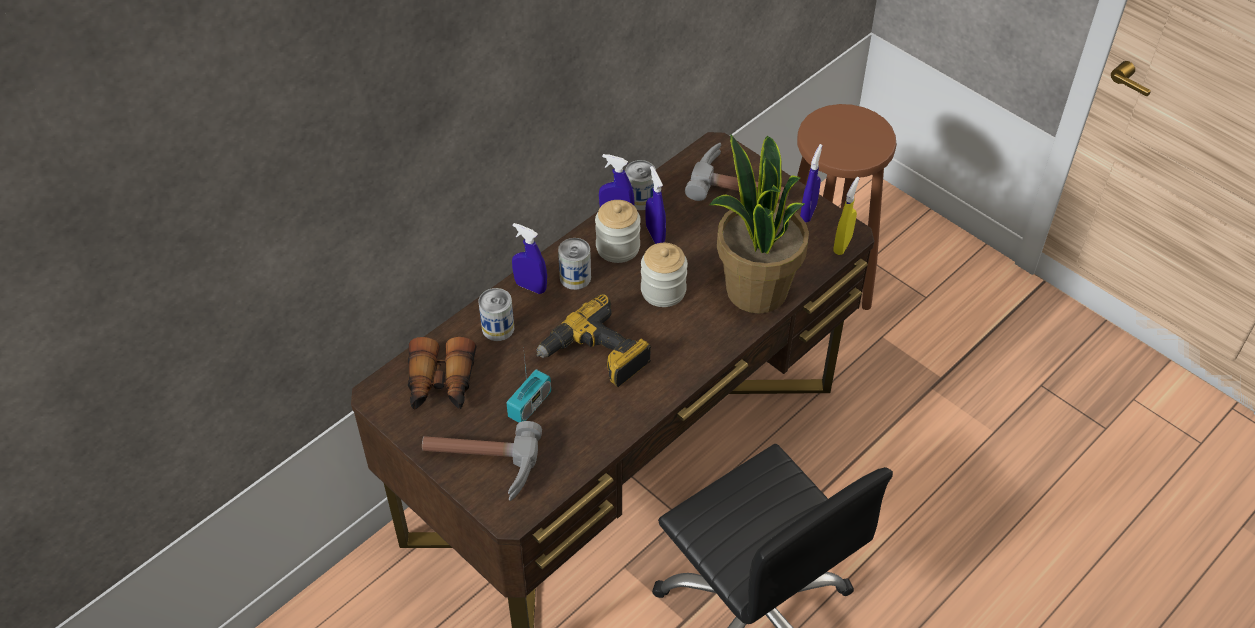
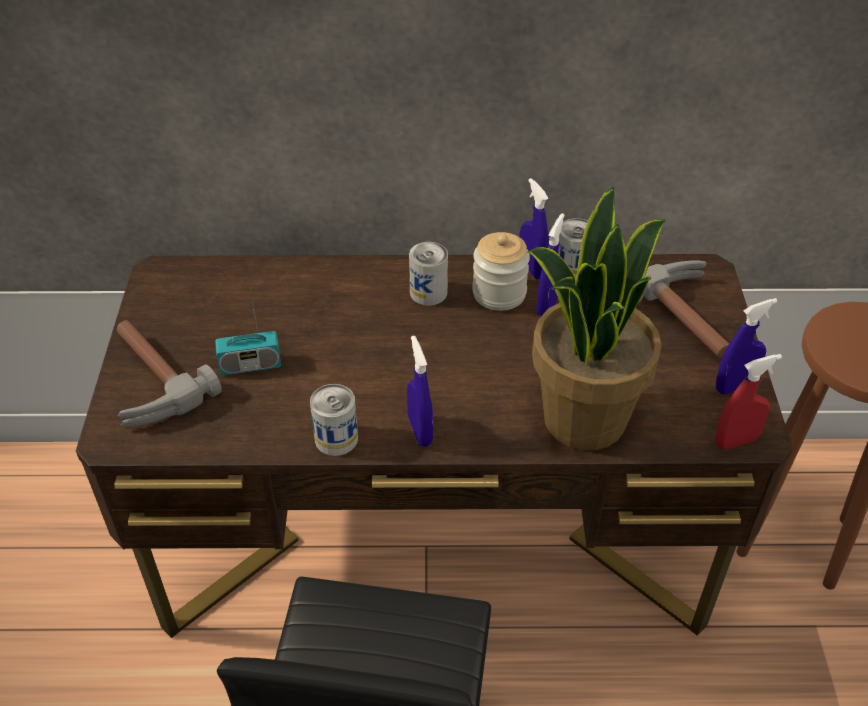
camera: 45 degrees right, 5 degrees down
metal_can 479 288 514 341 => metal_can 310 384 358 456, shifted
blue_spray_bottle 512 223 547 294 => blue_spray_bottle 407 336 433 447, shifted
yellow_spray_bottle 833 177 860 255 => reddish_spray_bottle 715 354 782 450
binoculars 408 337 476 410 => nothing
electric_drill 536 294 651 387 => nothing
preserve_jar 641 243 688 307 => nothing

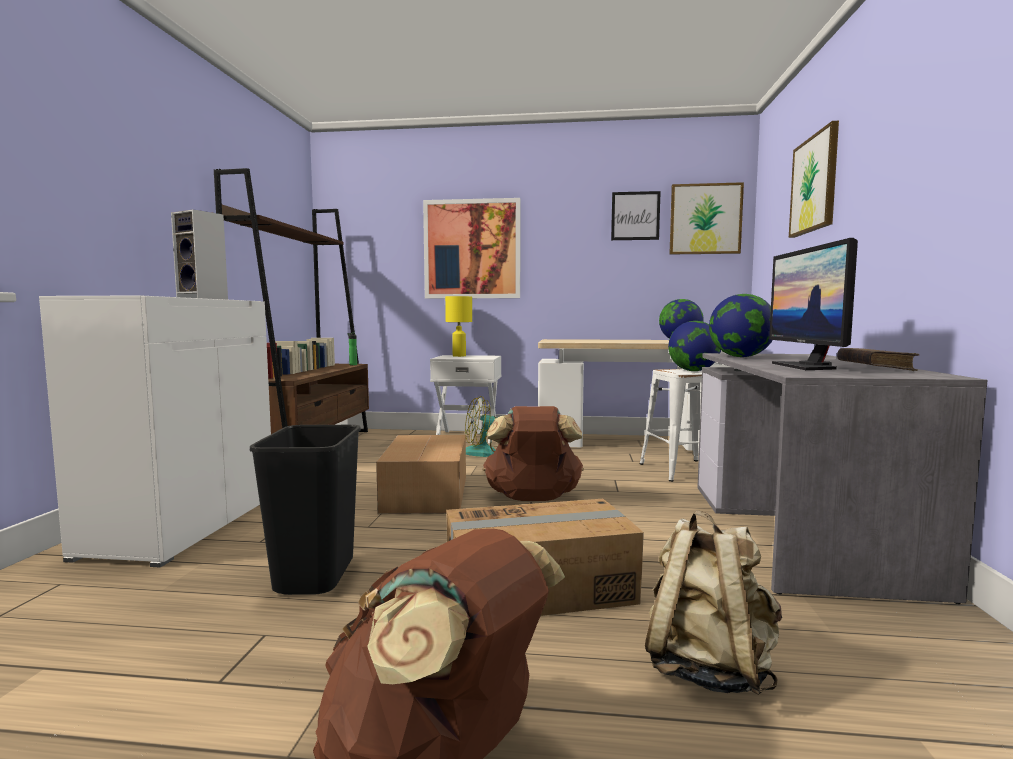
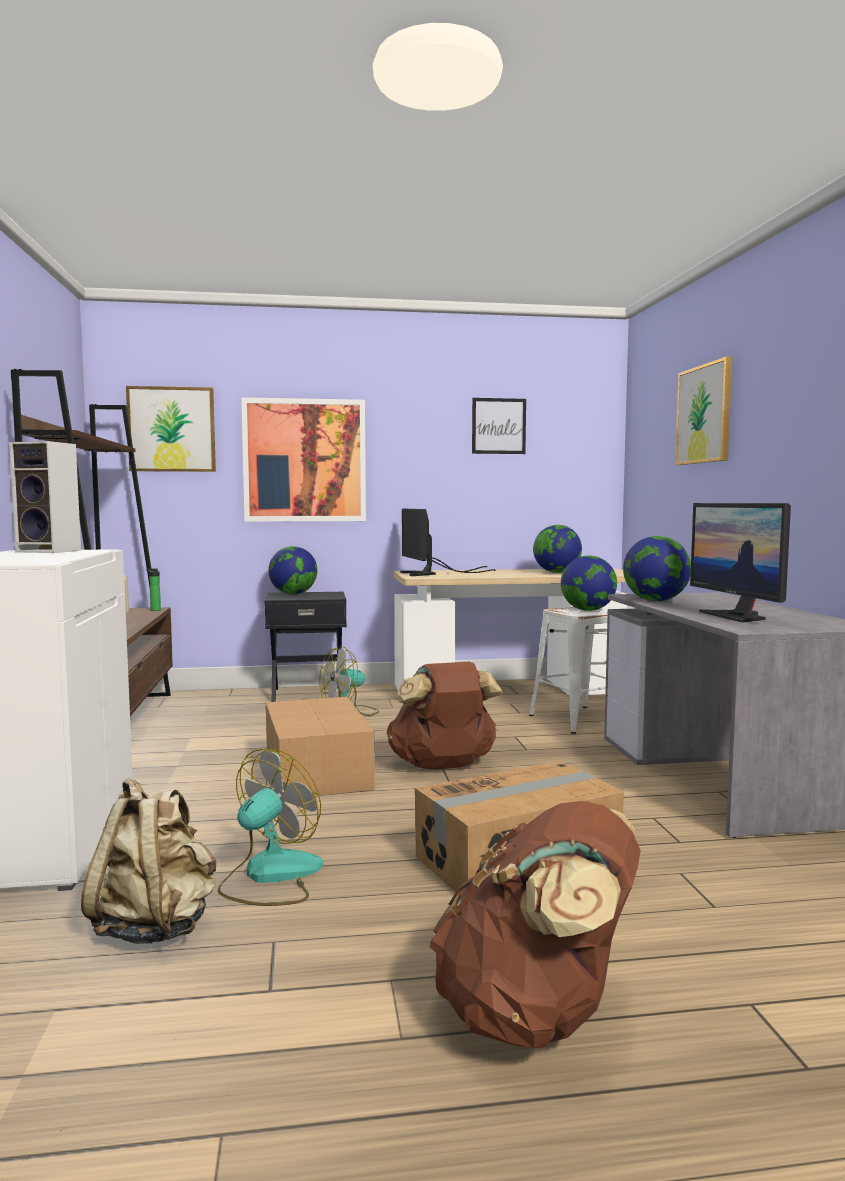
camera: 15 degrees left, 0 degrees up
beige_backpack 645 510 782 695 => beige_backpack 81 778 216 944, shifted
wall_art 670 182 744 255 => wall_art 126 386 216 472, shifted
black_trash_can 250 425 361 595 => electric_fan 218 749 323 906
white-coloured_night_table 430 355 501 443 => black_night_table 265 592 347 702
yellow_table_lamp 445 296 472 357 => globe 268 546 317 595
nothing => monitor 400 509 495 576
brown-coloured_volume 837 348 919 371 => nothing

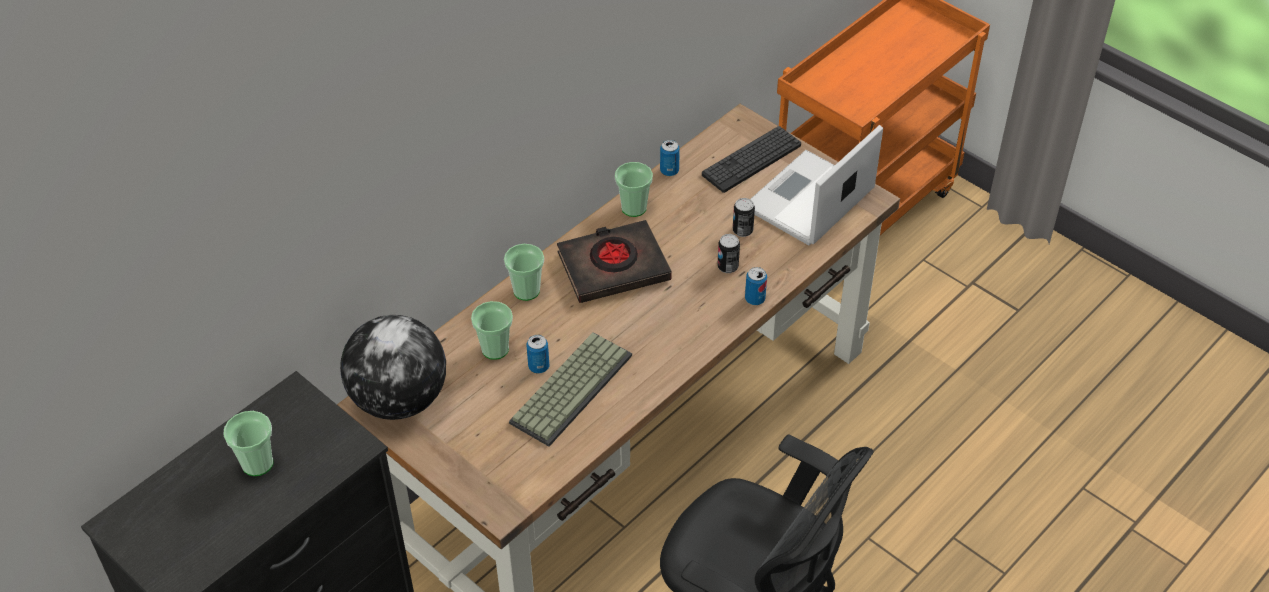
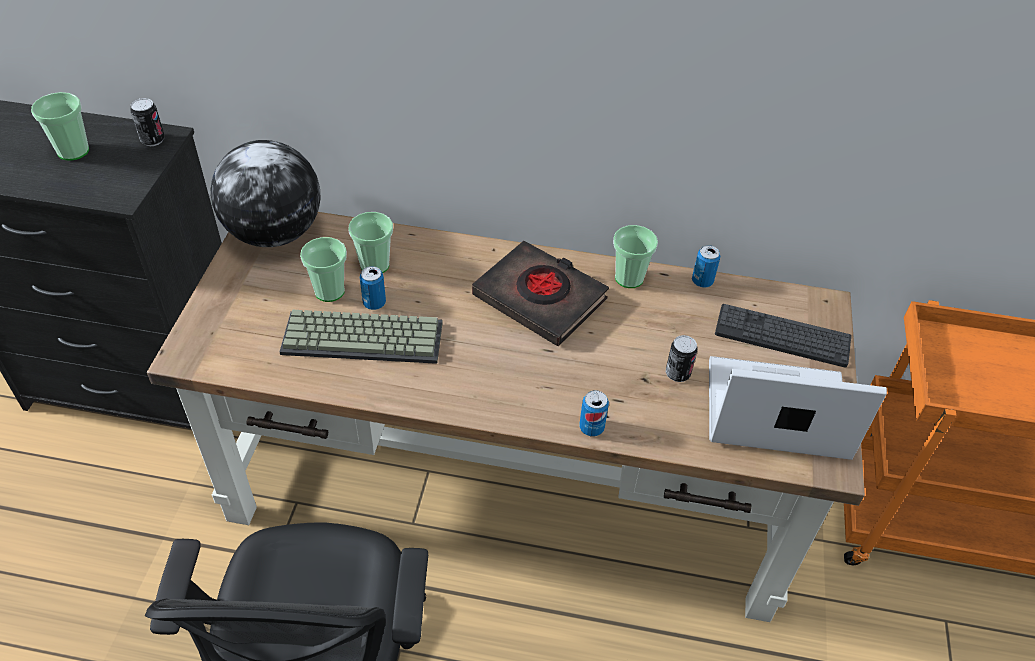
camera: 55 degrees right, 0 degrees up
metal_can 718 234 740 273 => metal_can 130 98 165 146, shifted
cup 504 244 544 301 => cup 300 237 347 302, shifted

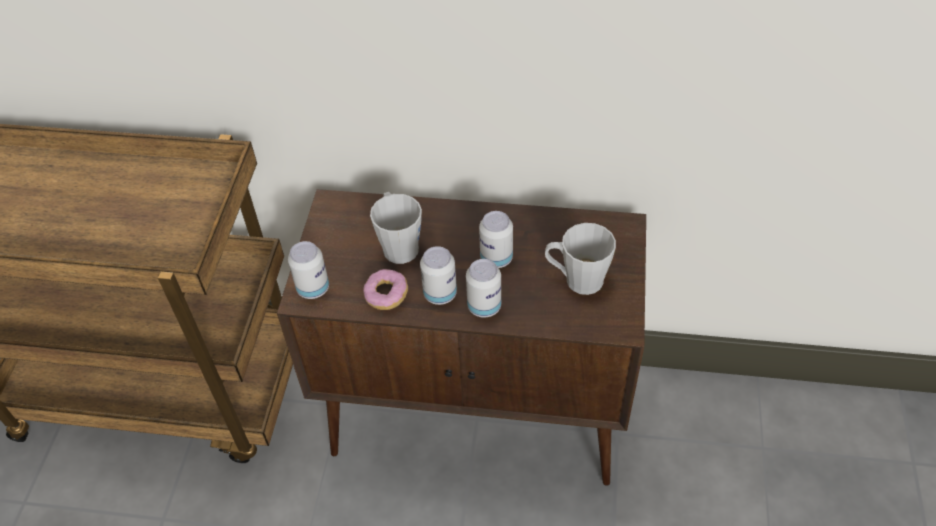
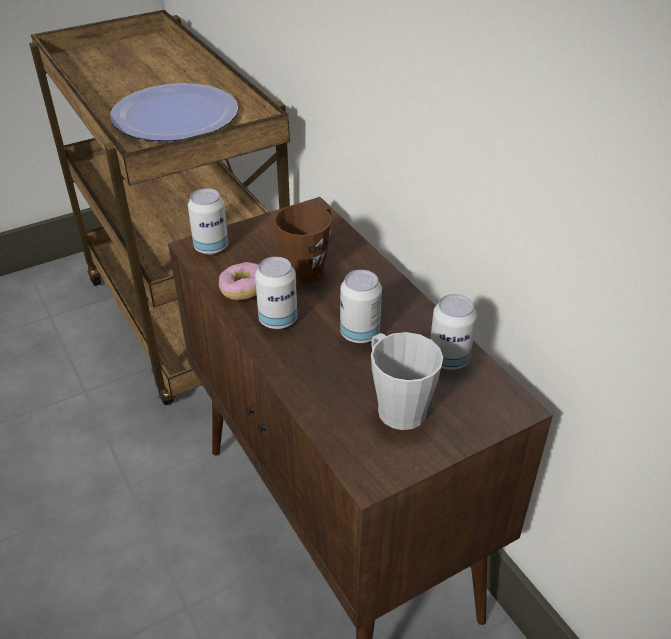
camera: 50 degrees right, 10 degrees down
nothing => dinner_plate 110 83 238 141
gray_tea_mug 370 192 422 264 => brown-coloured_tea_mug 274 204 332 284
metal_can 466 259 501 318 => metal_can 430 294 477 370, shifted

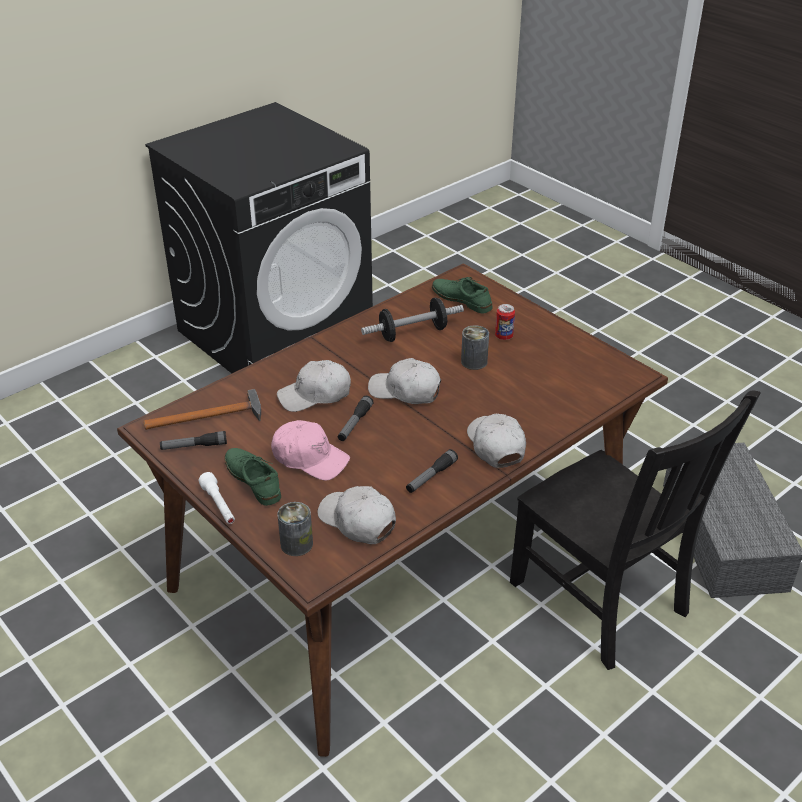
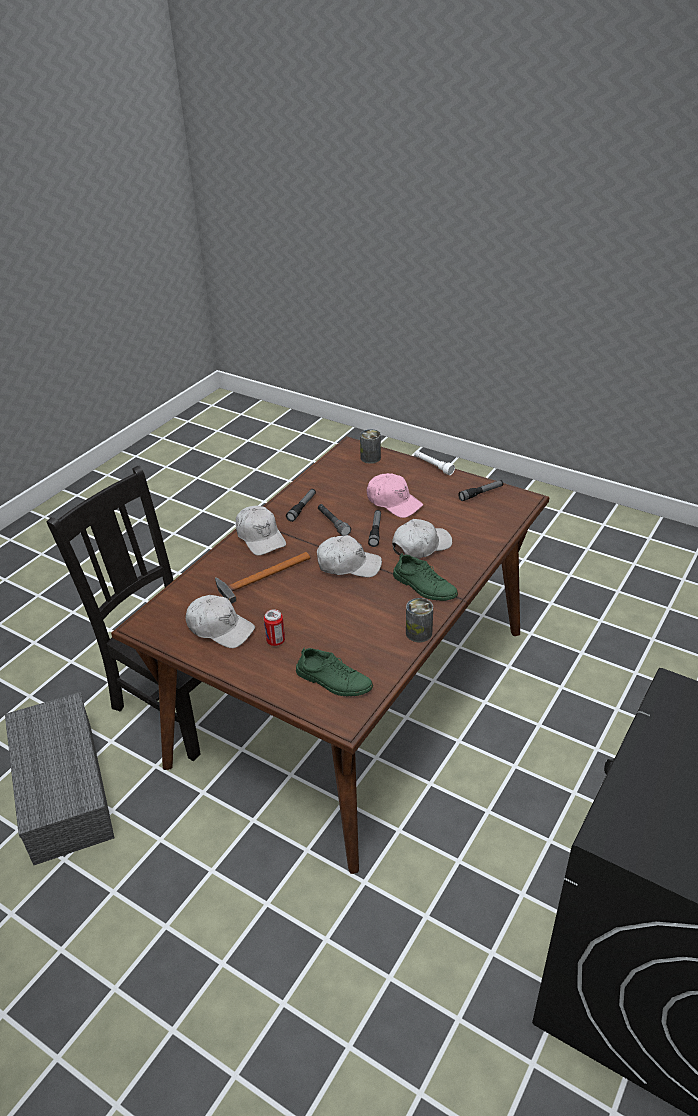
camera: 165 degrees right, 0 degrees up
white-coloured_cap 318 486 396 544 => white-coloured_cap 186 595 255 648, shifted
tool_hammer 143 389 261 430 => tool_hammer 215 552 311 604, shifted
nothing => gray_torch 318 504 351 536
pink-coloured_cap 271 420 350 481 => pink-coloured_cap 367 473 423 518, 150 degrees counterclockwise
greenish_item_of_footwear 224 448 281 506 => greenish_item_of_footwear 393 553 458 601, shifted
metal_can 461 325 489 370 => metal_can 406 598 433 642, shifted
dumbbell 361 298 464 342 => nothing

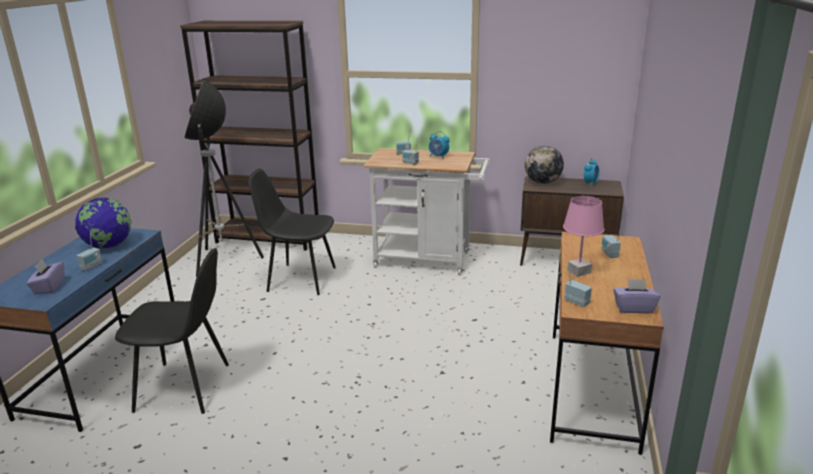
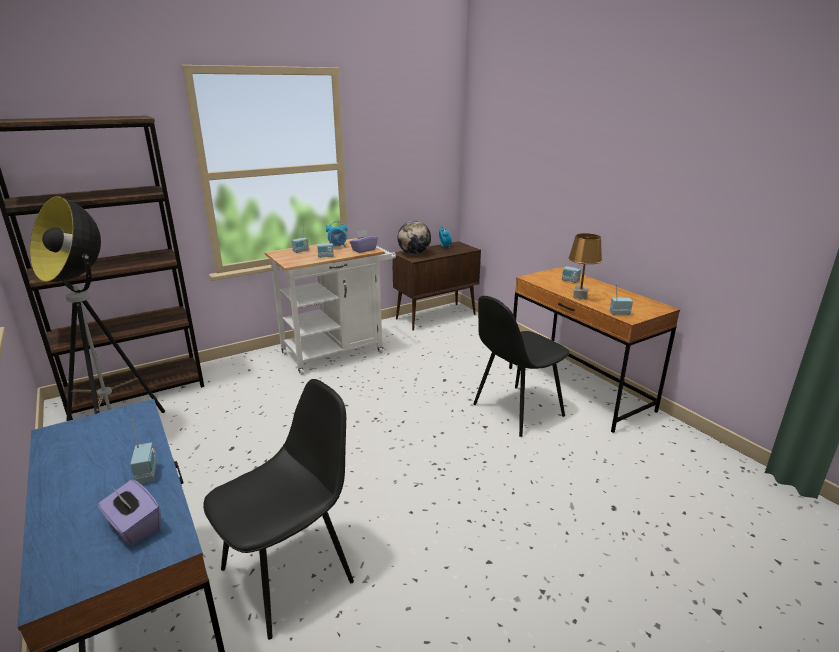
camera: 45 degrees left, 0 degrees up
purple-coloured_tissue_holder 613 279 660 313 => purple-coloured_tissue_holder 350 230 378 253, shifted
black_chair 248 169 336 295 => black_chair 473 296 569 437, shifted
pink-coloured_table_lamp 563 196 604 277 => brown-coloured_table_lamp 569 233 602 300
globe 75 198 131 248 => nothing

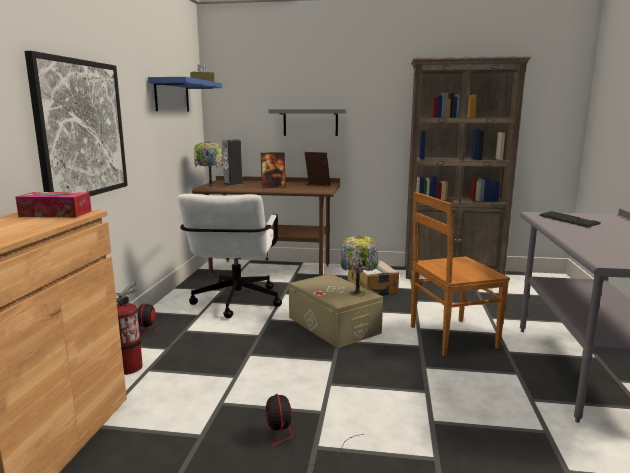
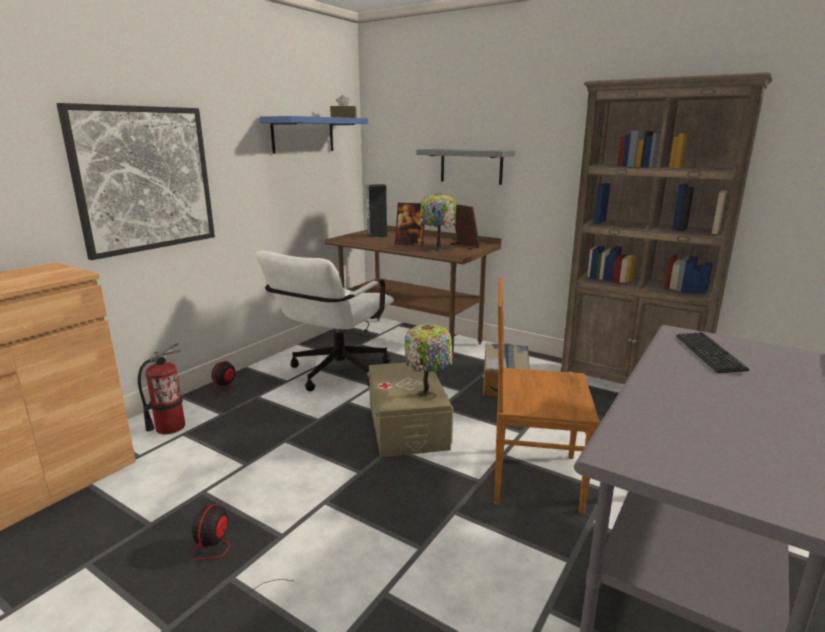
camera: 25 degrees right, 5 degrees up
table_lamp 194 141 223 188 => table_lamp 420 193 456 252, shifted
tissue_holder 16 192 91 217 => nothing

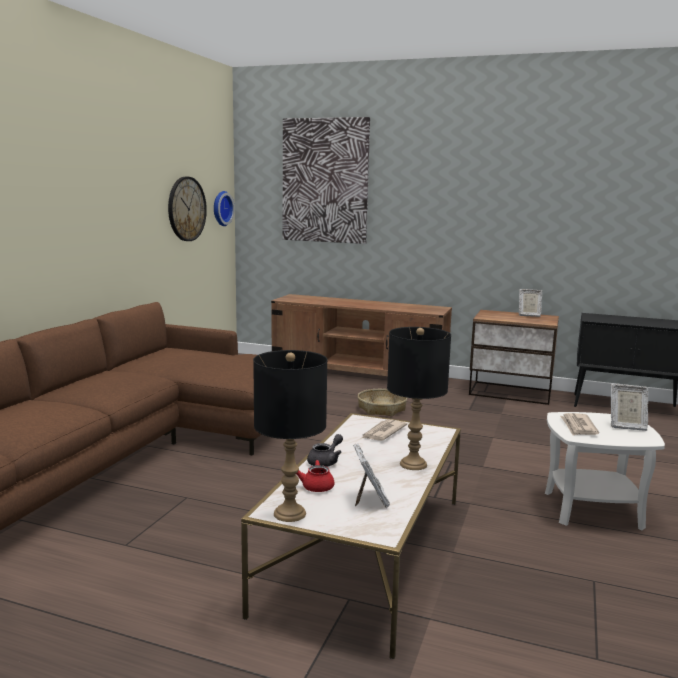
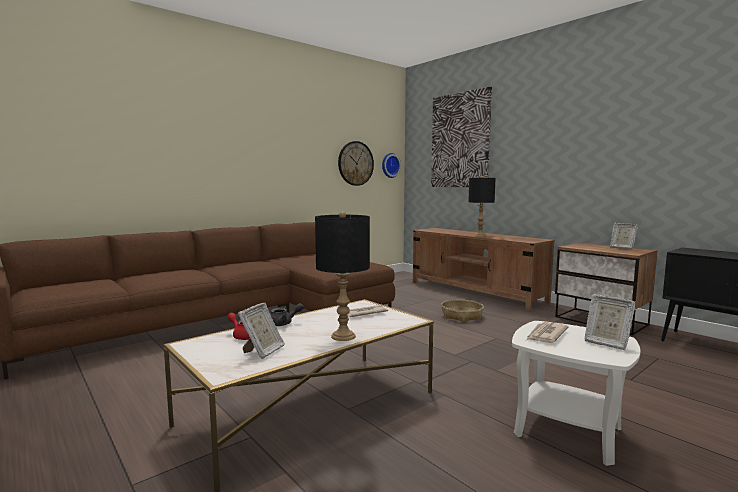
camera: 30 degrees right, 5 degrees down
black_table_lamp 253 350 327 522 => black_table_lamp 468 176 496 237, shifted

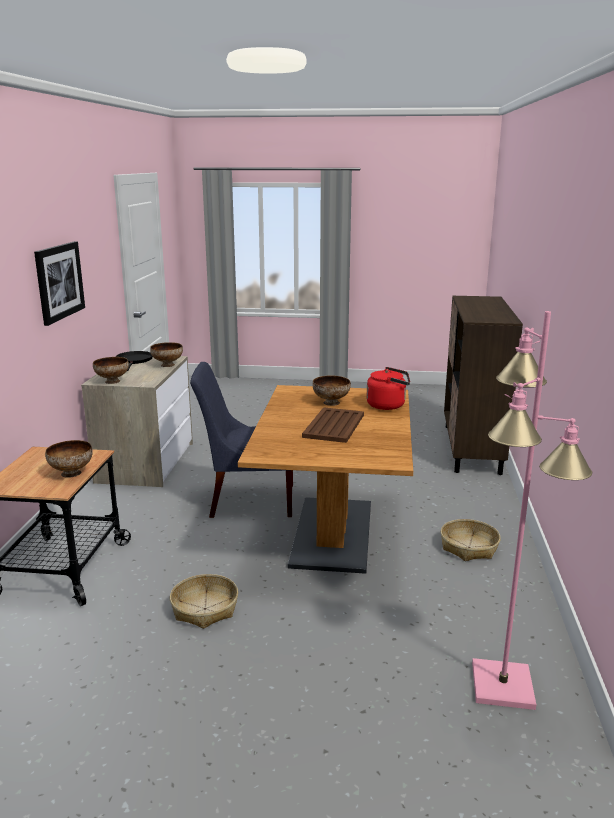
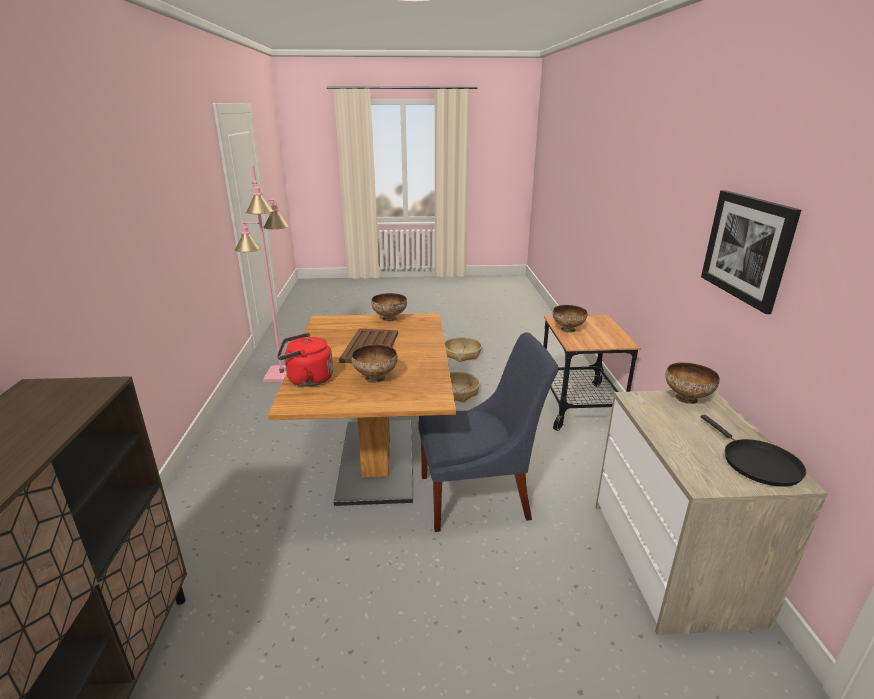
camera: 170 degrees right, 5 degrees up
serving_bowl 150 342 183 367 => serving_bowl 371 293 407 322, shifted
household_basket 441 519 501 561 => household_basket 445 337 482 362, shifted

